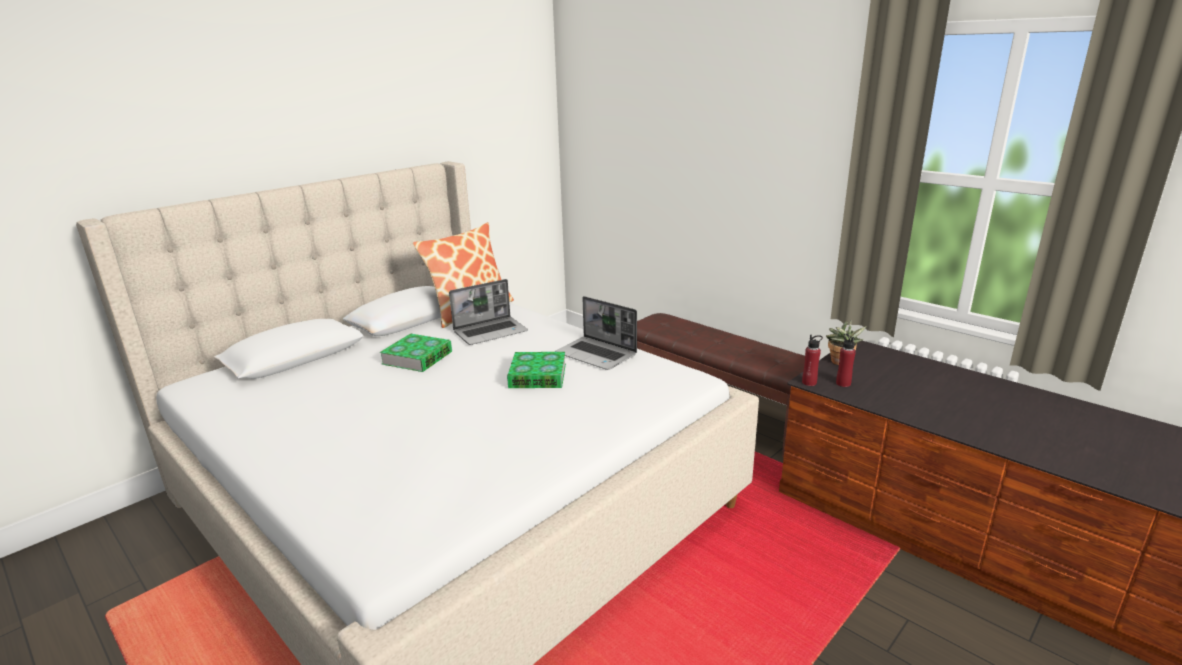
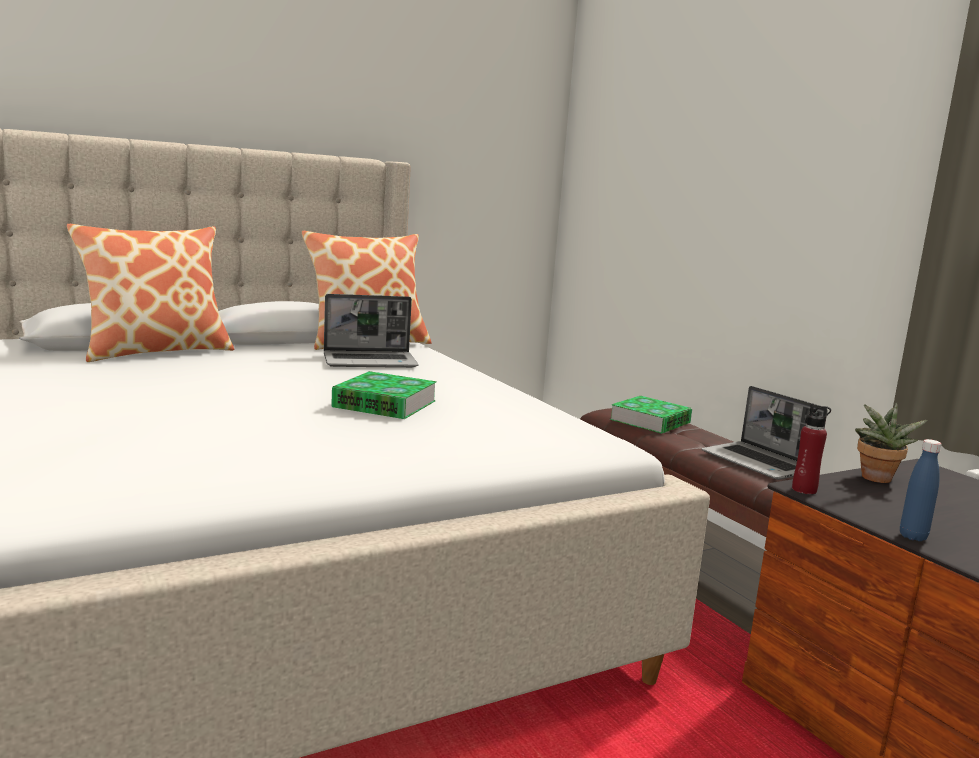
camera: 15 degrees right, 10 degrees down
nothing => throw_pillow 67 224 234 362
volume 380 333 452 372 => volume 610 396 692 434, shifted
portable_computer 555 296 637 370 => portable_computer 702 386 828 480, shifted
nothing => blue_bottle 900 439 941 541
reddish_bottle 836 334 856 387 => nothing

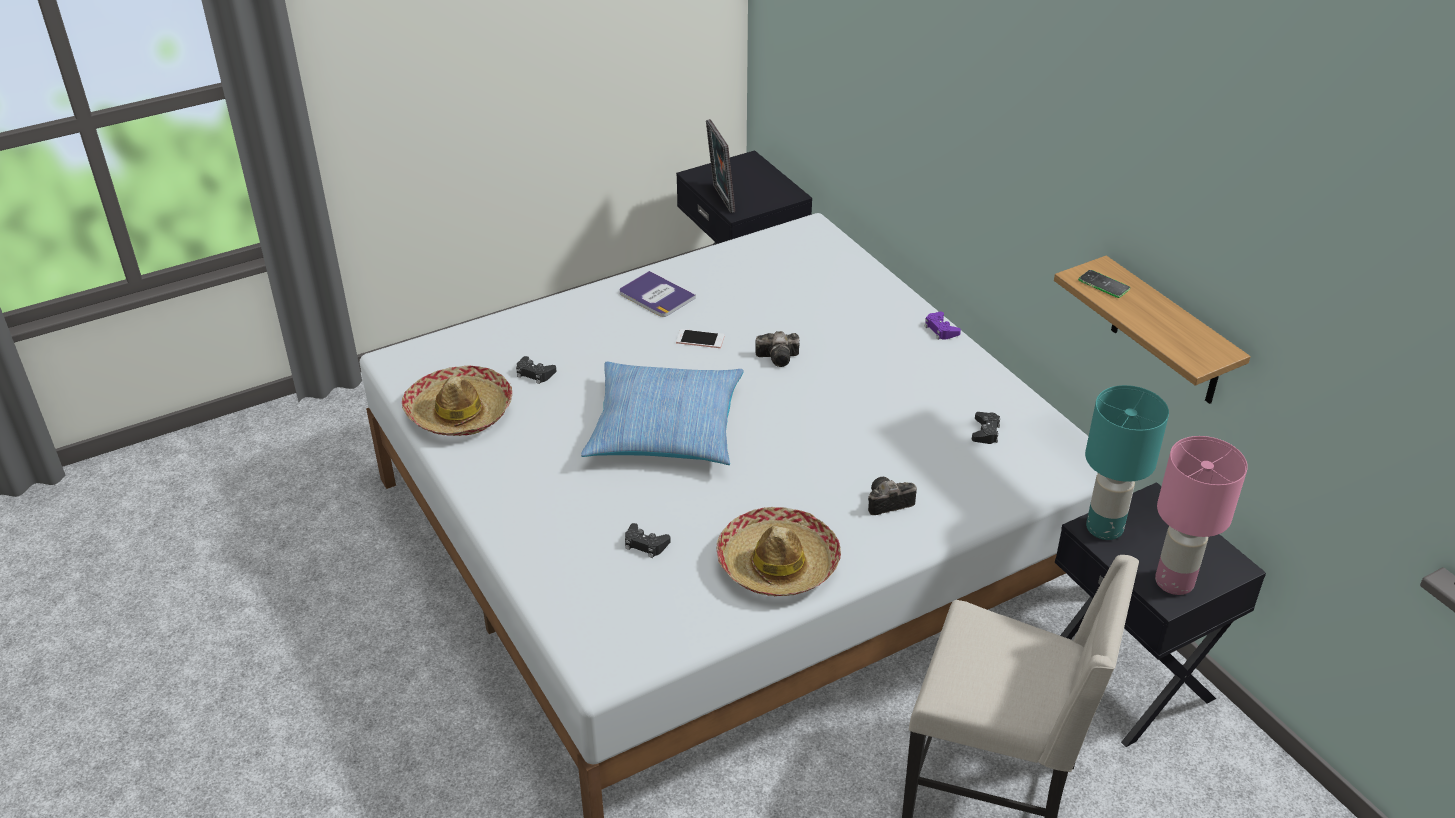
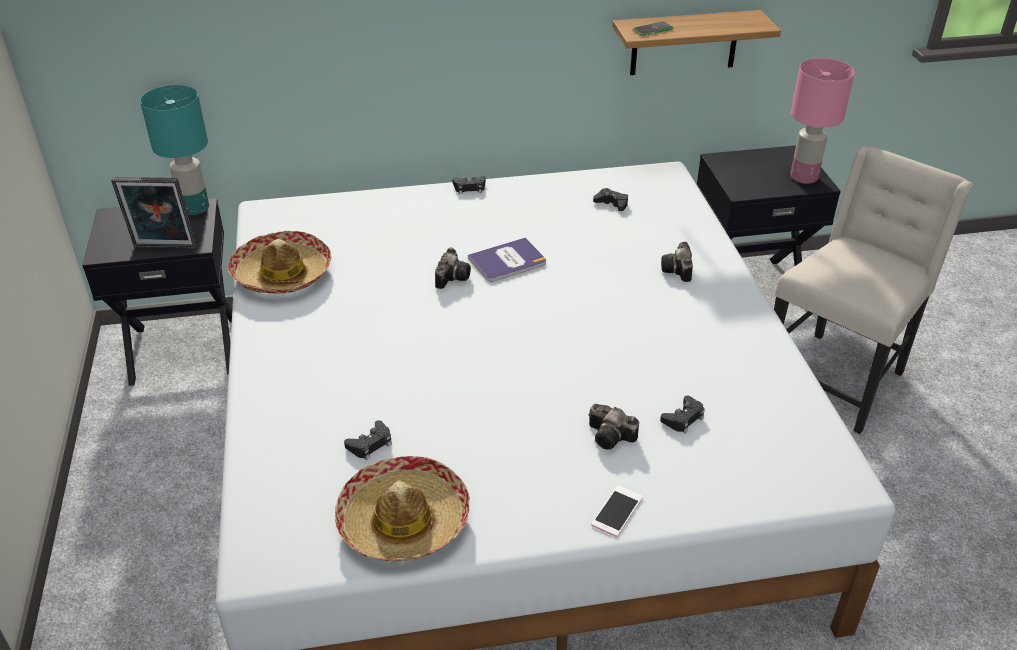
camera: 70 degrees left, 0 degrees up
turquoise_table_lamp 1085 385 1169 540 => turquoise_table_lamp 140 85 209 215, shifted
wearable_hat 716 507 841 596 => wearable_hat 228 231 331 294, shifted
purple-coloured_joypad 925 312 961 340 => black_joypad 453 176 486 194
volume 620 271 696 317 => volume 468 238 546 282, shifted
nothing => photo_camera 589 404 639 449
phone 676 329 725 348 => phone 591 485 643 537, shifted
throw_pillow 581 361 743 465 => nothing

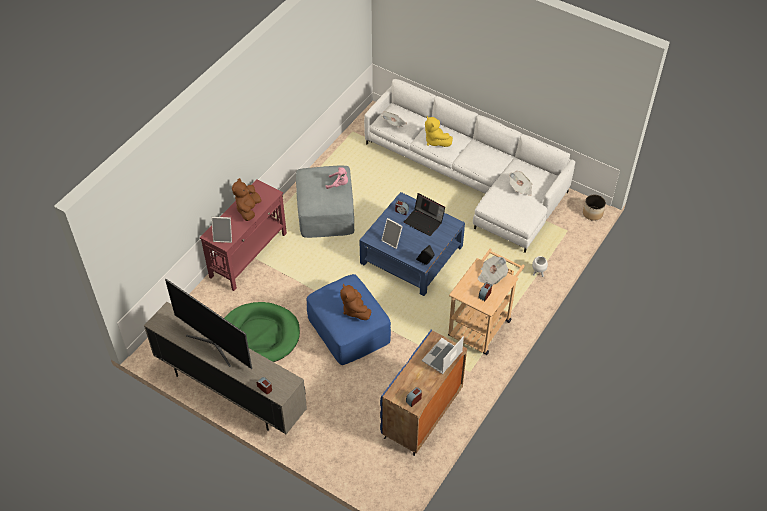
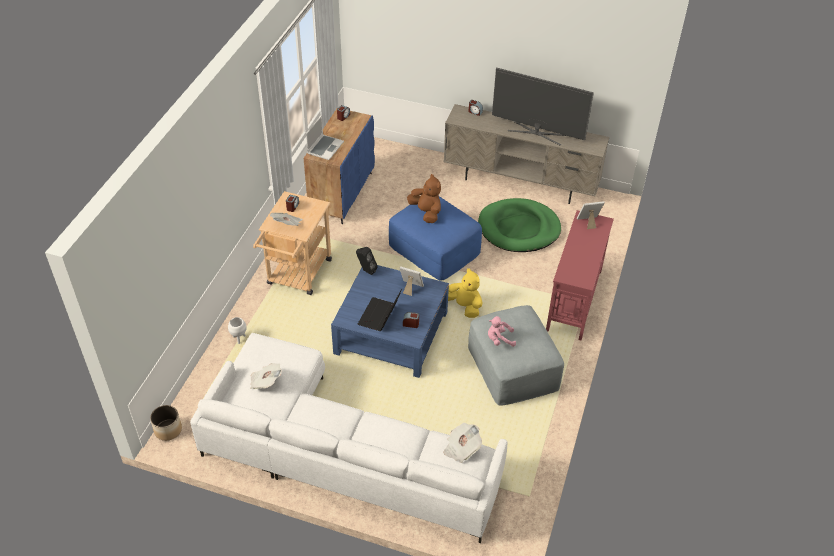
camera: 165 degrees right, 5 degrees down
portable_computer 404 193 445 236 => portable_computer 358 289 402 331, 90 degrees counterclockwise
yellow_plush_toy 425 116 453 147 => yellow_plush_toy 448 268 482 318, shifted
brown-coloured_plush_toy 232 178 261 221 => nothing

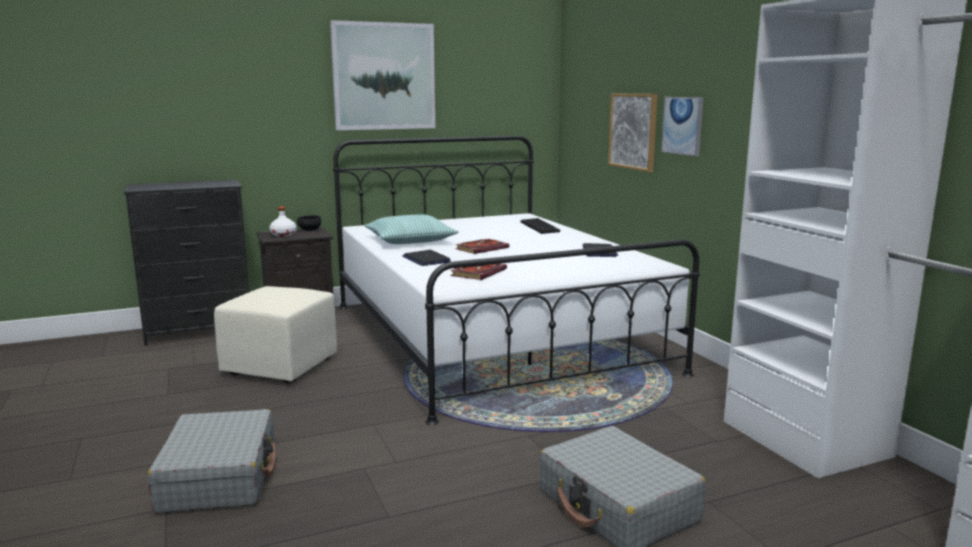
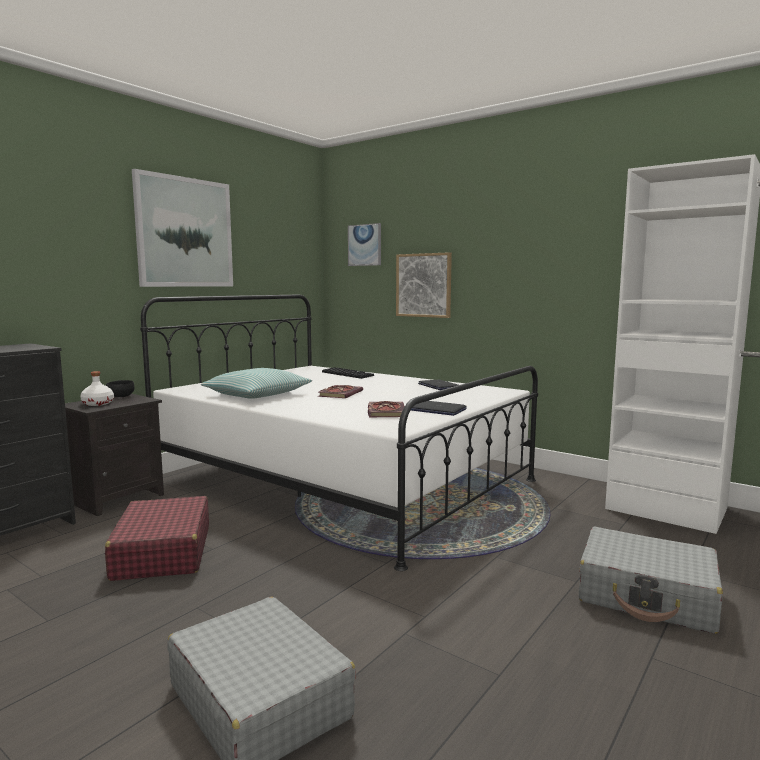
camera: 30 degrees left, 5 degrees down
beige_pouffe 214 286 337 383 => reddish_piece_of_luggage 105 496 209 581
wall_art 661 97 704 156 => wall_art 348 223 381 266, shifted
portable_computer 402 250 451 266 => portable_computer 411 401 467 416, shifted

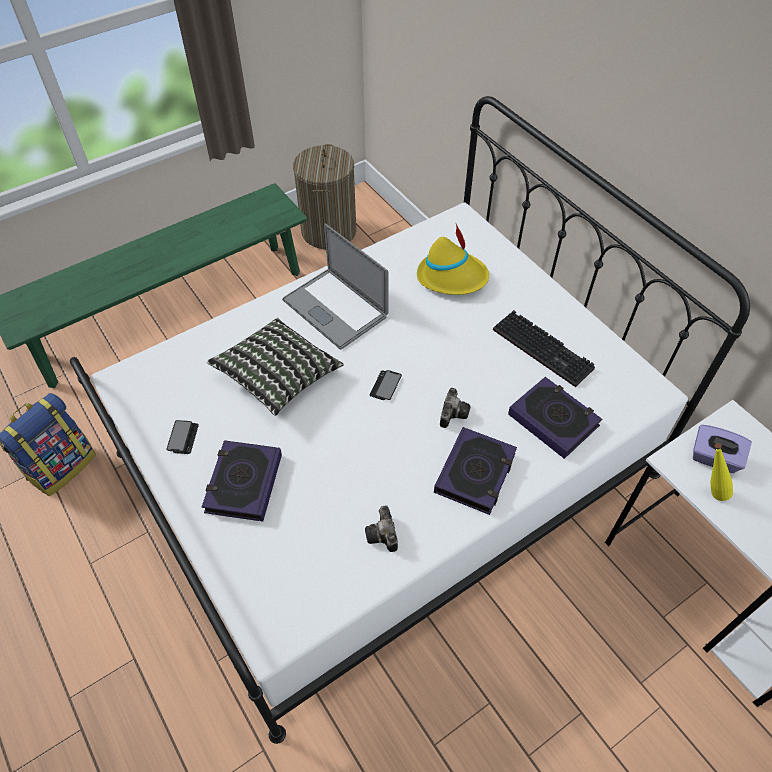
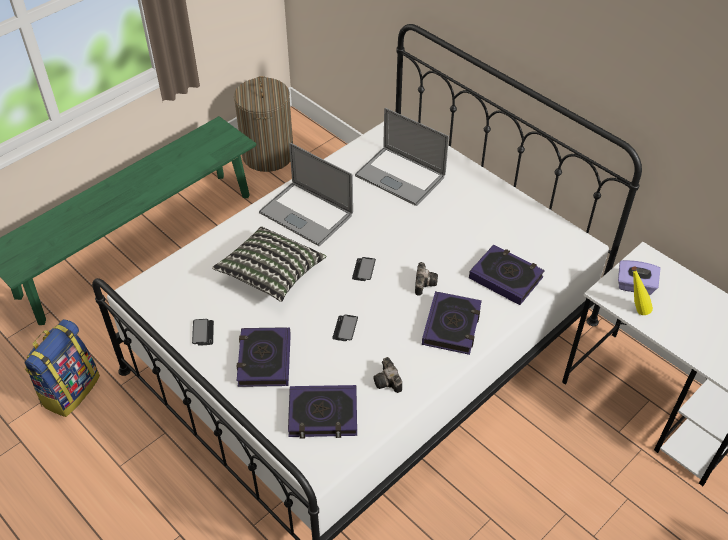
camera: 10 degrees left, 5 degrees down
nothing => volume 288 385 357 439
nothing => phone 332 315 358 341
yellow_wearable_hat 417 224 489 295 => portable_computer 355 108 449 206
PC_keyboard 493 310 595 387 => nothing

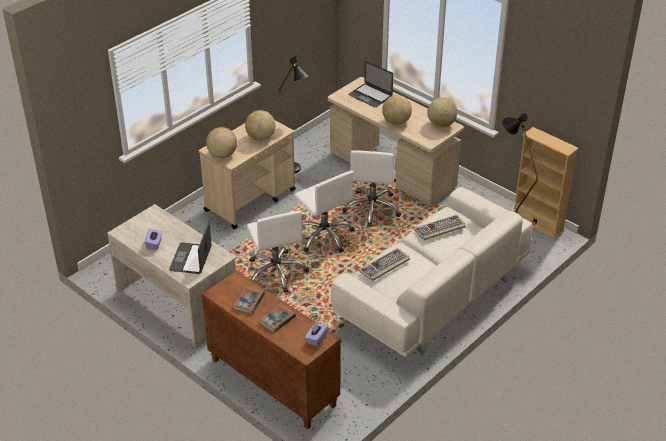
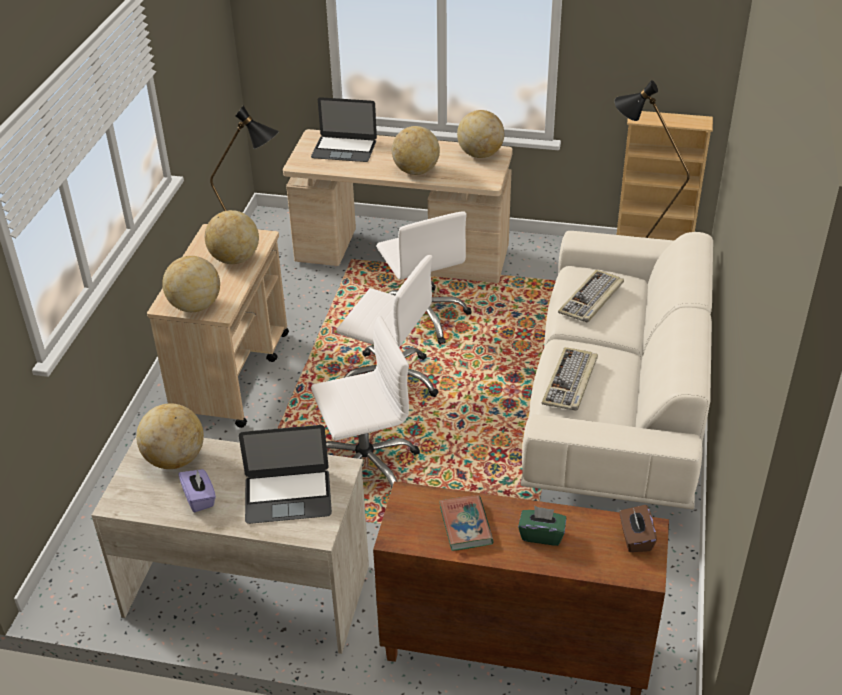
camera: 30 degrees left, 0 degrees up
nothing => globe 136 403 204 469
portable_computer 169 222 212 274 => portable_computer 239 425 332 524, 75 degrees counterclockwise
white-coloured_office_chair 247 211 309 293 => white-coloured_office_chair 311 316 420 488, 60 degrees counterclockwise
volume 259 303 296 333 => greenish_tissue_holder 518 506 566 546
purple-coloured_tissue_holder 305 323 329 347 => brown-coloured_tissue_holder 620 505 657 552

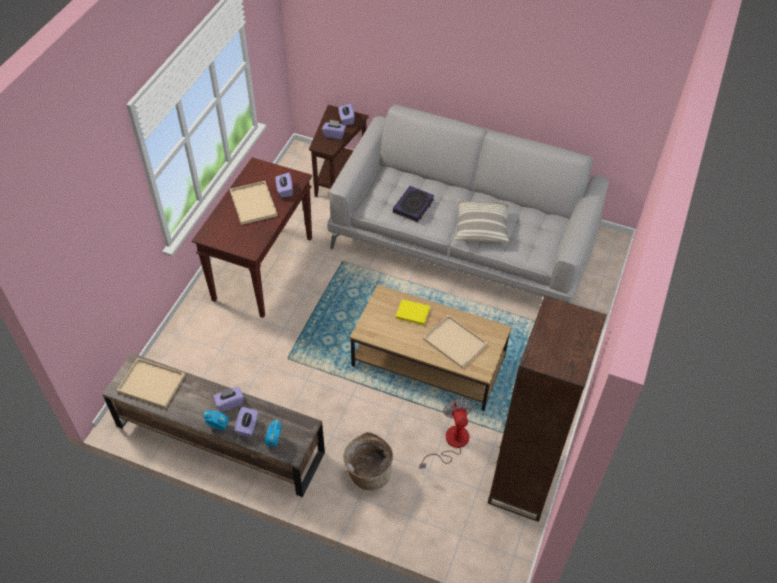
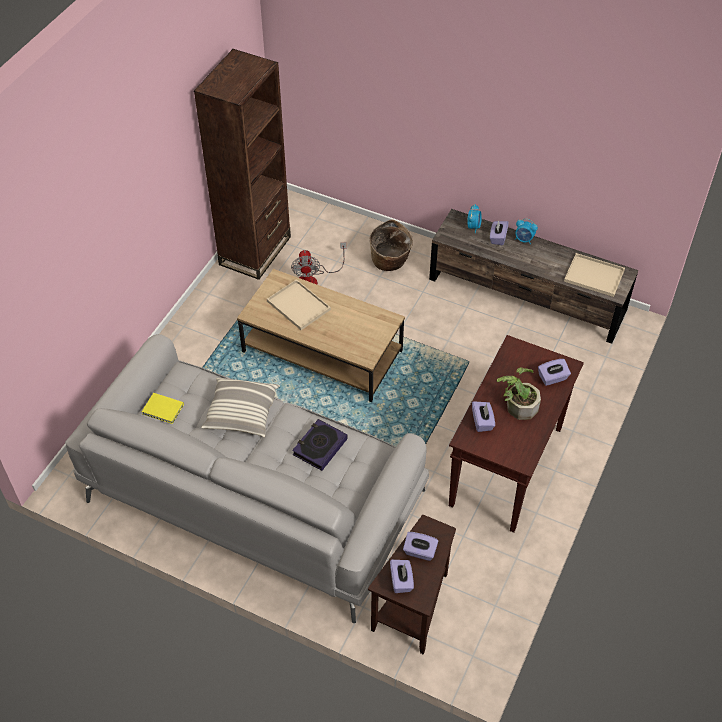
camera: 175 degrees left, 0 degrees up
yellow_volume 396 299 430 325 => yellow_volume 142 393 184 424, shifted
beige_tray 230 181 278 225 => plant_in_a_pot 497 367 541 420
purple-coloured_tissue_holder 213 387 244 412 => purple-coloured_tissue_holder 538 359 571 386, shifted

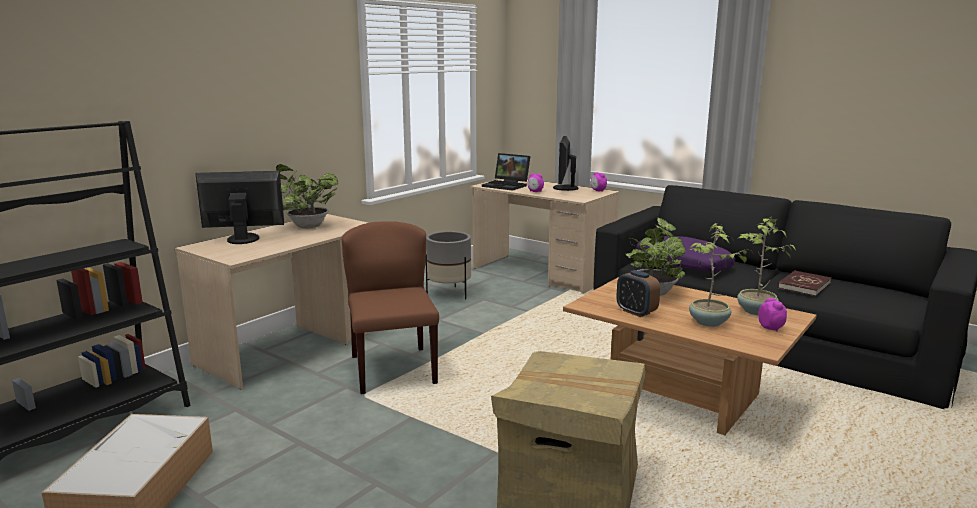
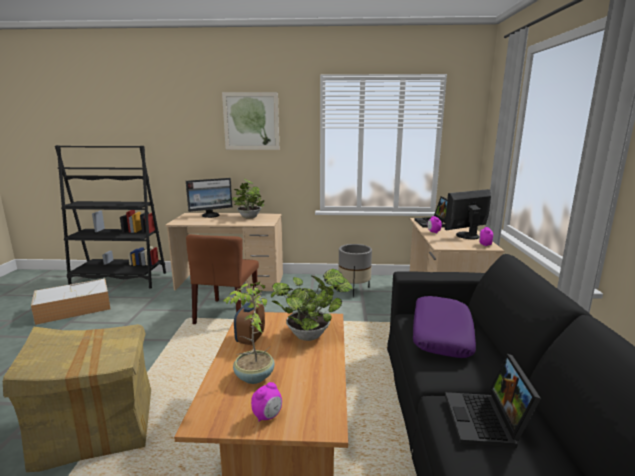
camera: 55 degrees right, 0 degrees up
monitor 195 171 284 244 => monitor 186 178 232 218, 105 degrees clockwise
brown-coloured_chair 342 222 439 394 => brown-coloured_chair 186 234 259 324, 150 degrees clockwise
nothing => wall_art 222 92 279 150
reddish_volume 777 271 831 296 => portable_computer 445 354 541 448
plant_in_a_pot 737 217 796 315 => nothing

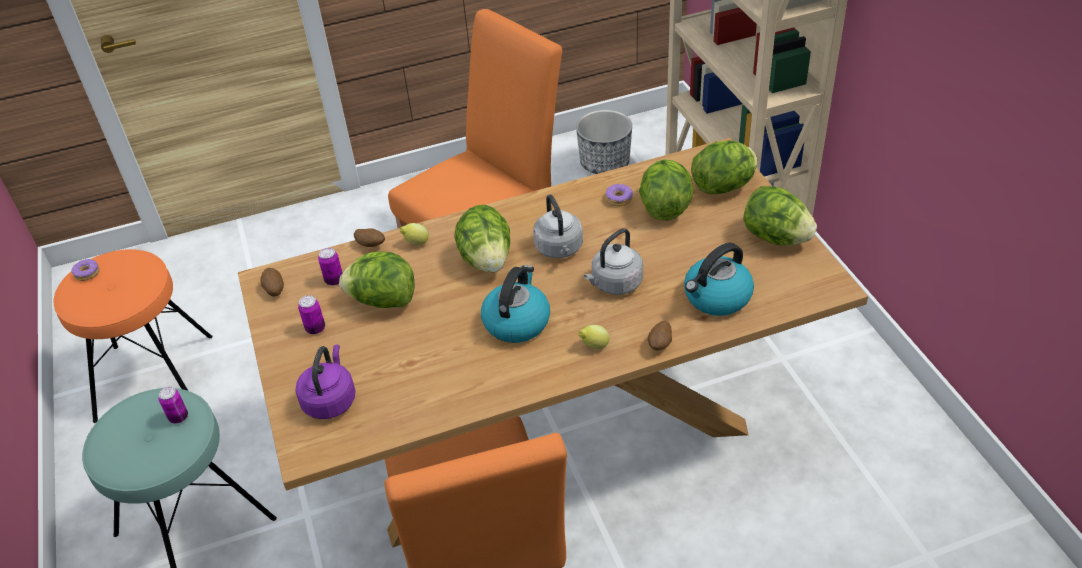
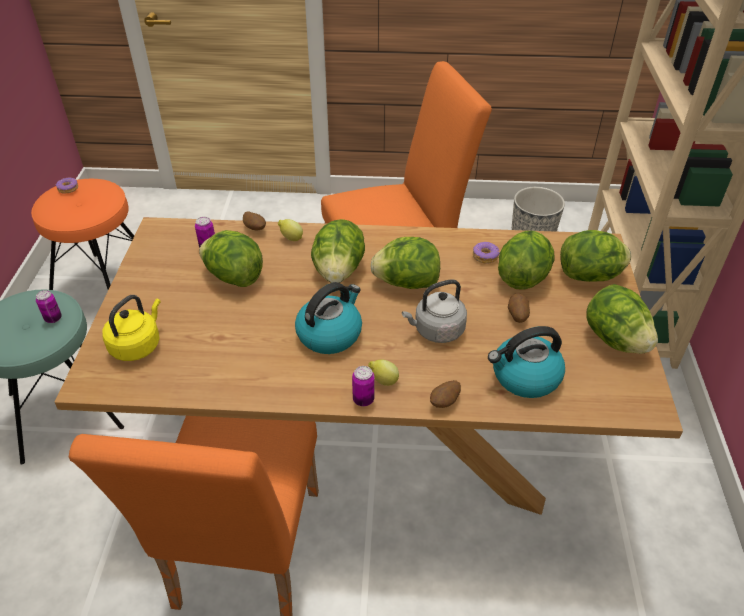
camera: 20 degrees right, 0 degrees up
purple-coloured_kettle 295 344 356 419 => yellow_kettle 102 295 161 361
metal_can 298 295 325 334 => metal_can 352 366 375 406, shifted
gray_kettle 533 194 583 258 => head_of_lettuce 370 237 440 289
potato 260 268 284 297 => potato 508 293 530 323, shifted

